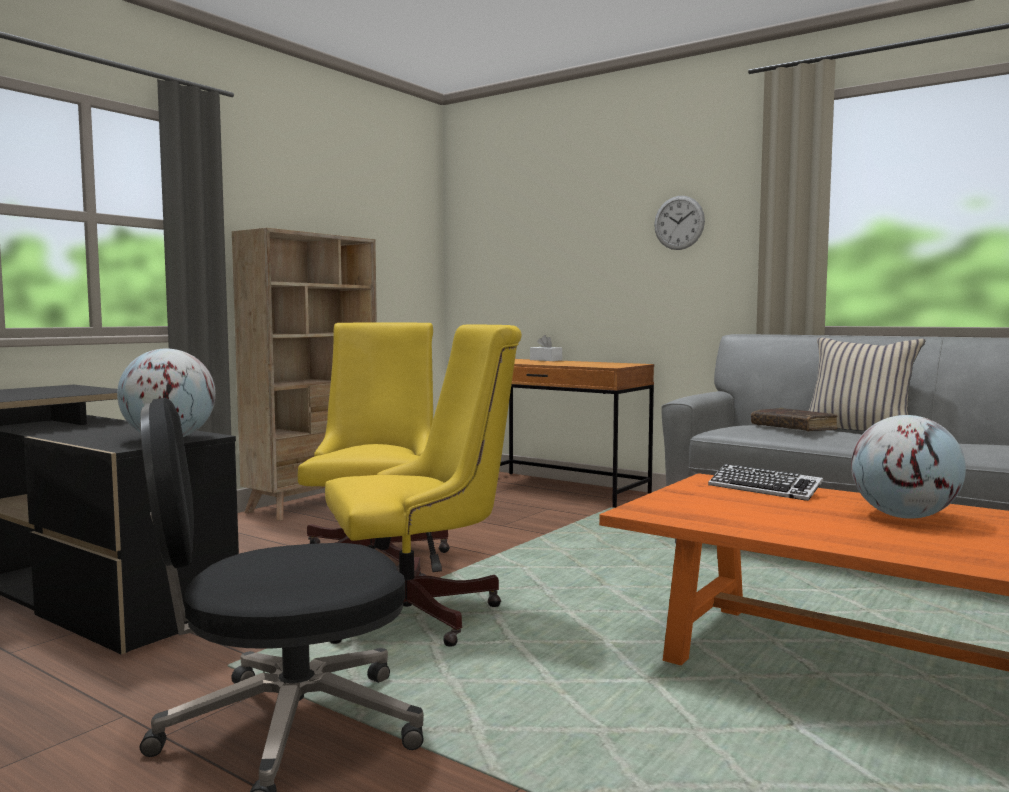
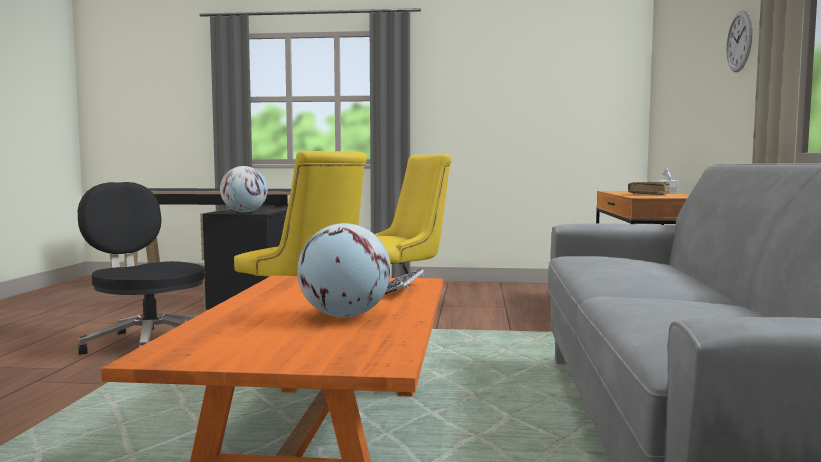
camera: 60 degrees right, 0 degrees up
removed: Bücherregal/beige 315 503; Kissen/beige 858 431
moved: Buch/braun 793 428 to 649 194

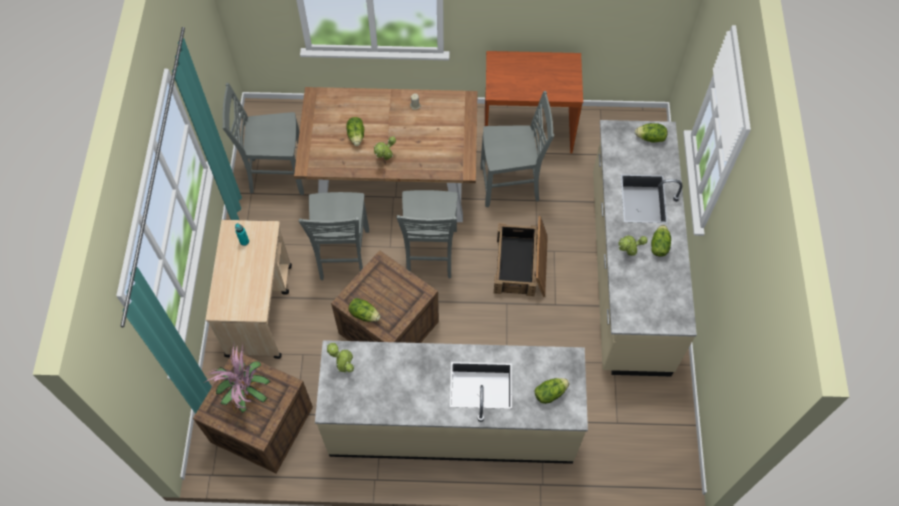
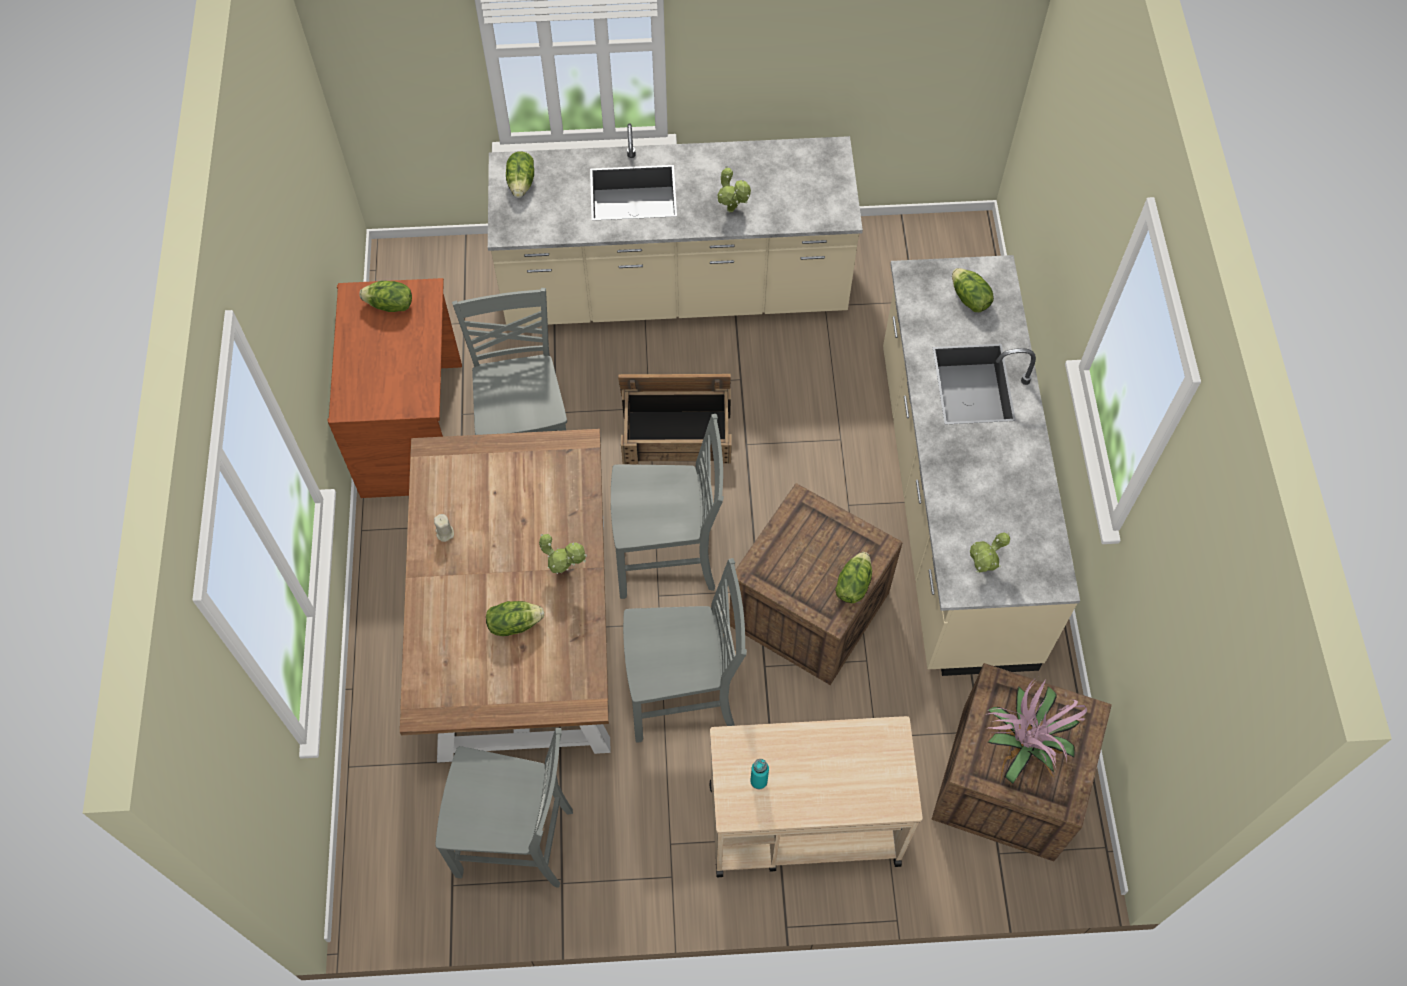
camera: 95 degrees left, 0 degrees up
moved: Salatkopf 658 246 to 390 305
turned: Stuhl/grau 276 175 = 518 842 75 degrees counterclockwise

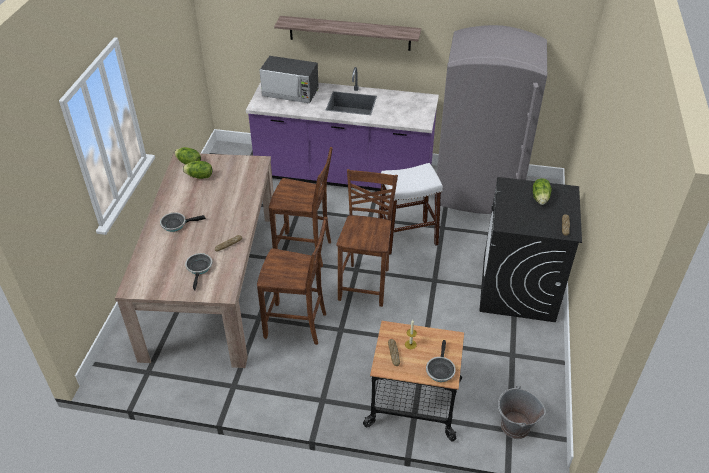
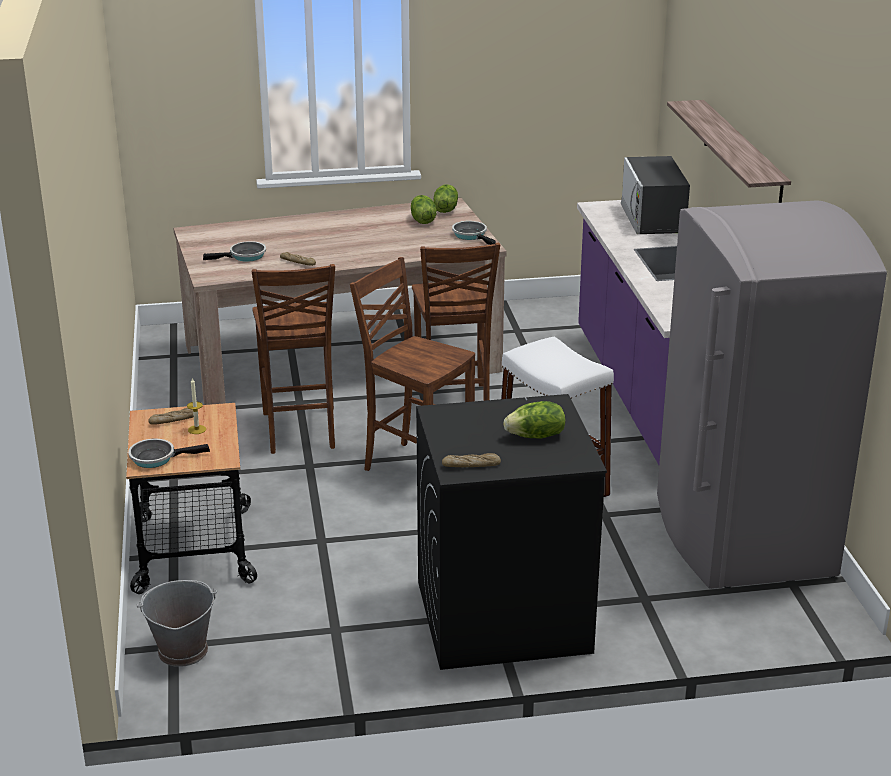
camera: 70 degrees right, 15 degrees down
moved: Pfanne 176 224 to 471 235
turned: Stuhl/braun 366 284 = 416 468 135 degrees counterclockwise

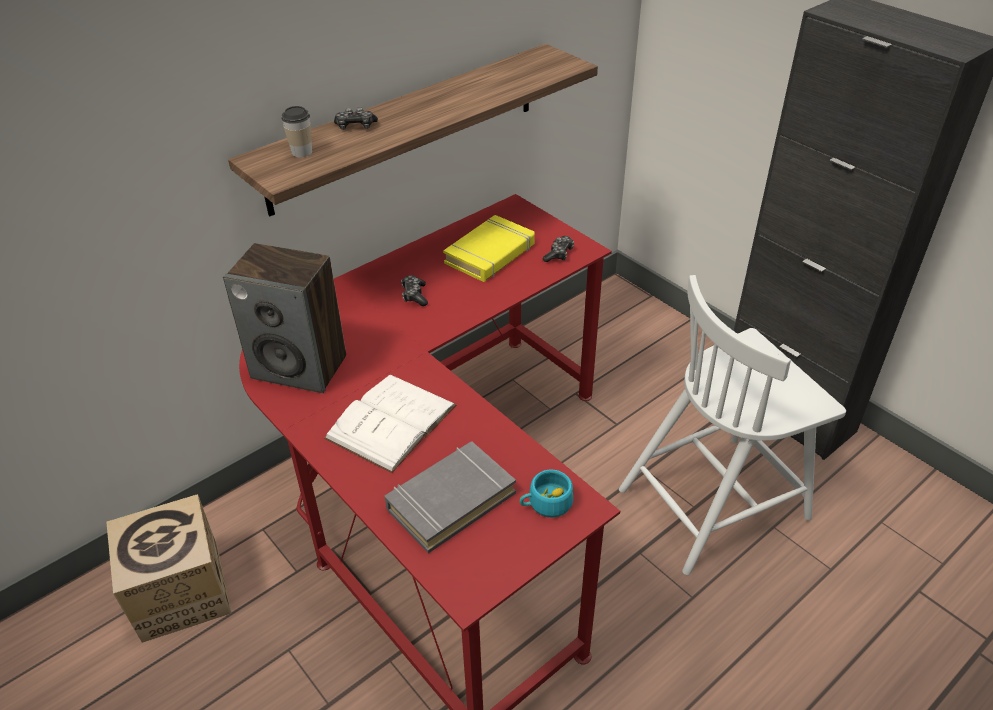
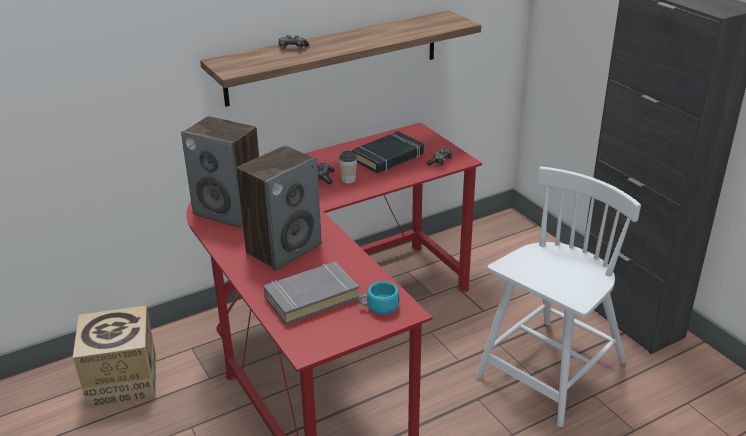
camera: 10 degrees right, 10 degrees down
moved: Tasse 301 152 to 348 180
replaced: Buch/weiß 391 421 to Lautsprecher 284 249
recoloured: Buch/gelb 490 254 to Buch/schwarz 388 157
turned: Stuhl/weiß 716 501 = 550 372 150 degrees clockwise

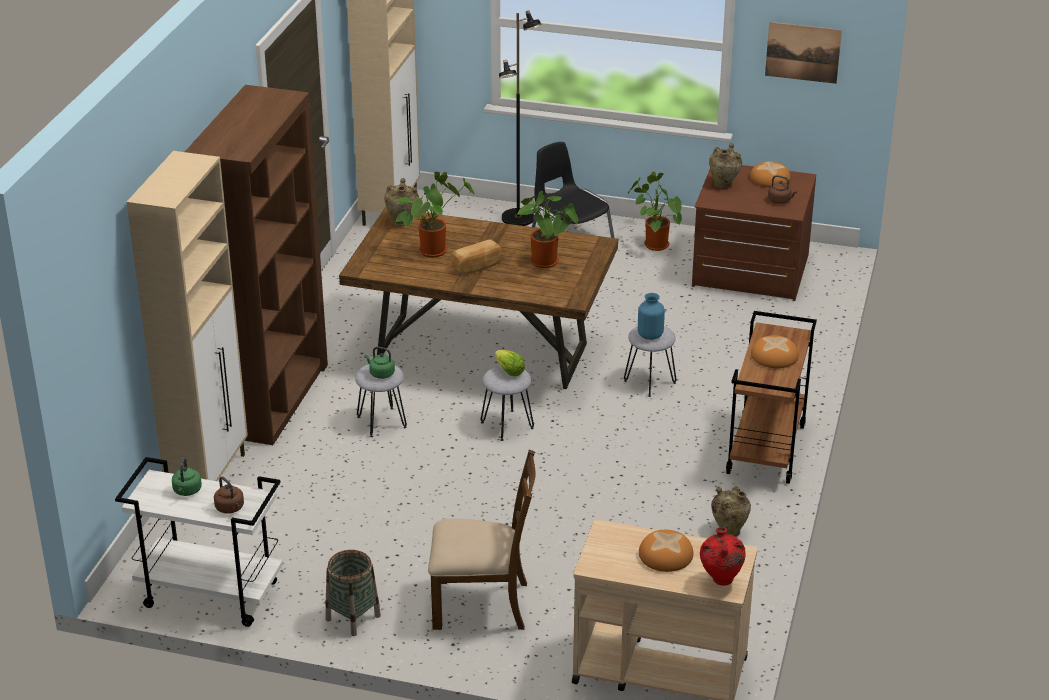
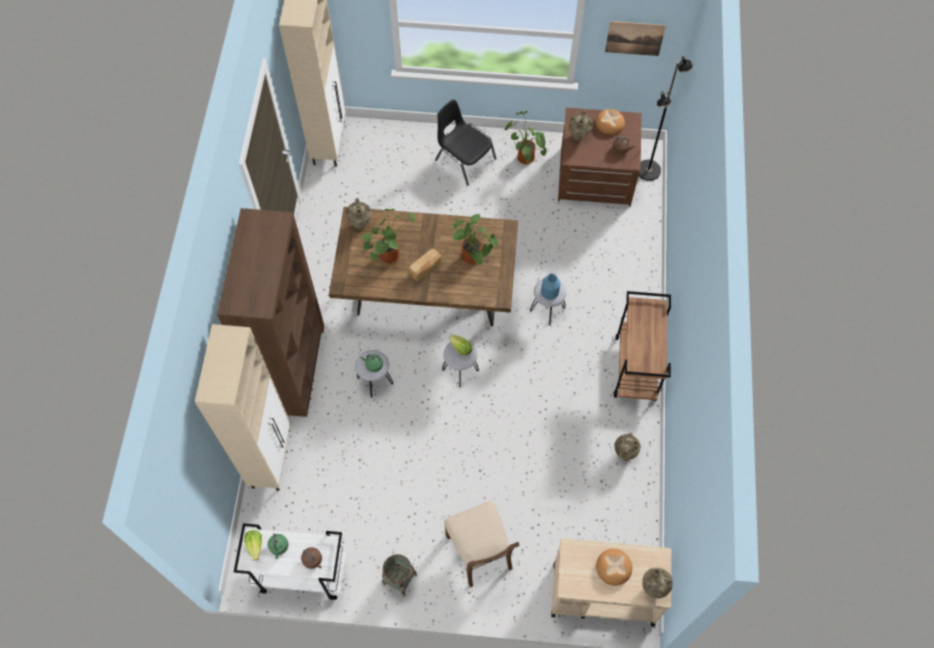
camera: 10 degrees left, 30 degrees up
removed: Brot 774 356
added: Salatkopf 255 545
moved: Stehlampe/schwarz 518 218 to 649 170
recoloured: Vase/rot 720 581 to Vase/beige 653 587
turned: Stuhl/braun 482 604 = 480 552 75 degrees clockwise

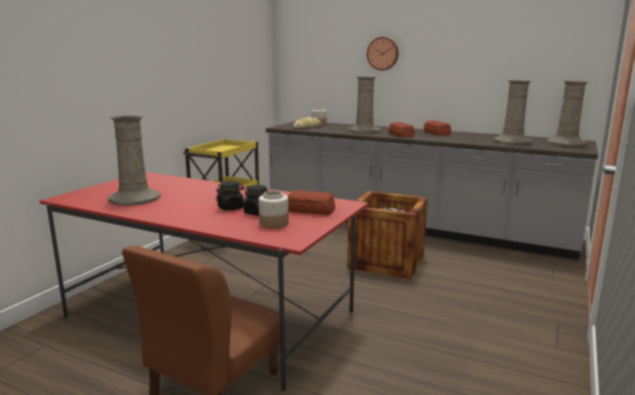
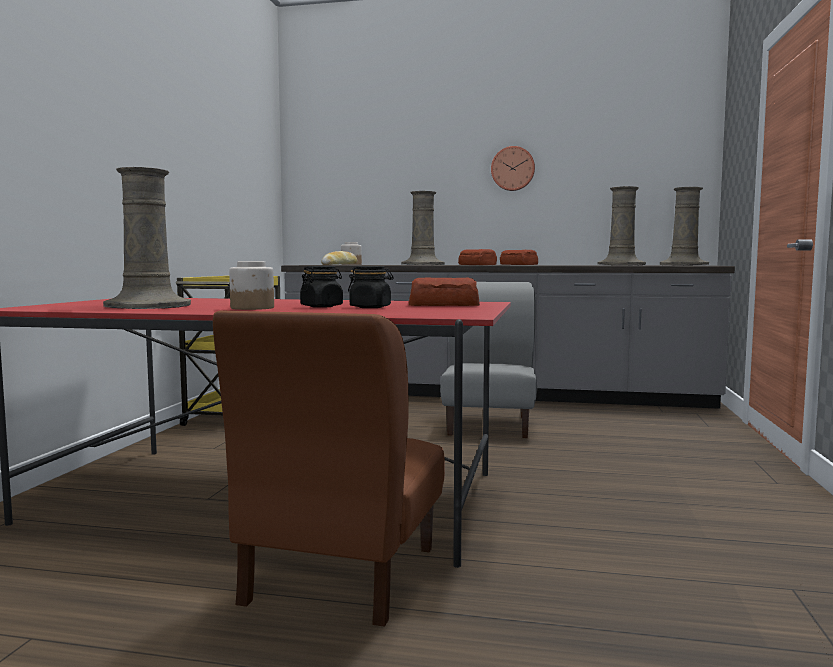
camera: 15 degrees left, 10 degrees down
moved: Vorratsglas 273 223 to 252 308; Wanduhr 383 53 to 513 168
replaced: Kiste 386 261 to Stuhl/grau 490 425

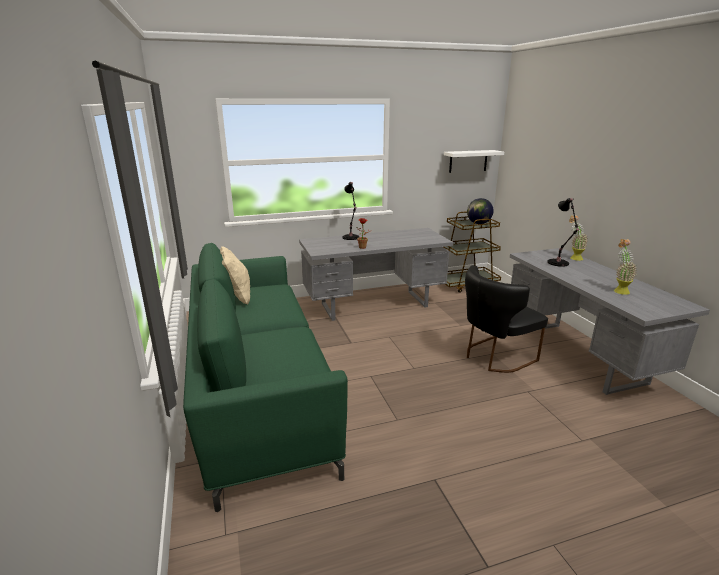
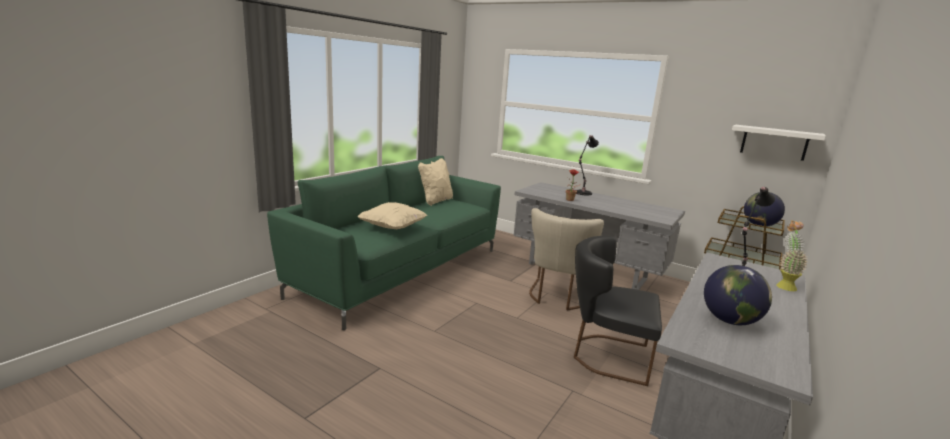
camera: 50 degrees right, 5 degrees down
added: Kissen/beige 393 228; Stuhl/beige 557 296
replaced: Topfpflanze 618 290 to Globus 730 321

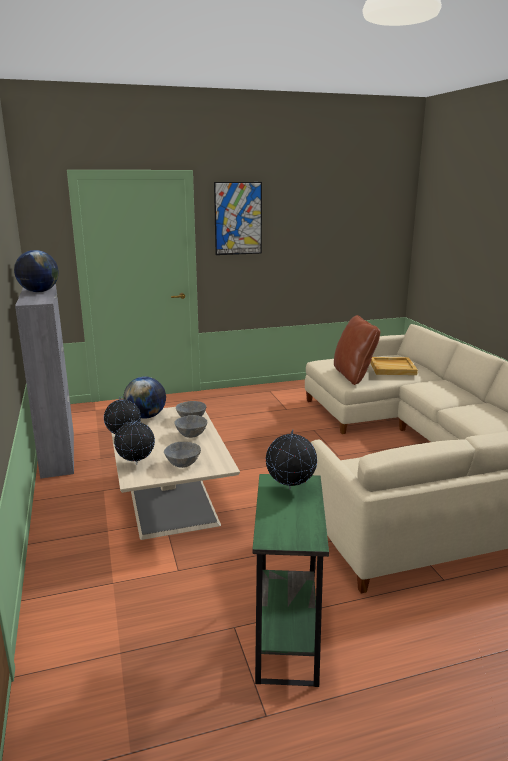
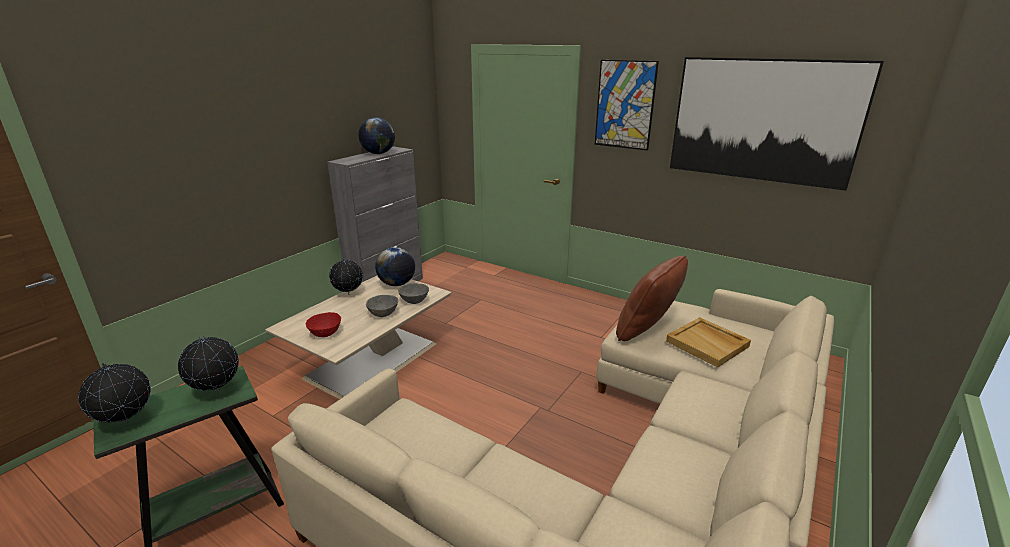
camera: 50 degrees right, 5 degrees up
added: Bild 763 121
moved: Globus 136 464 to 127 421
recoloured: Schüssel/grau 183 464 to Schüssel/rot 325 333

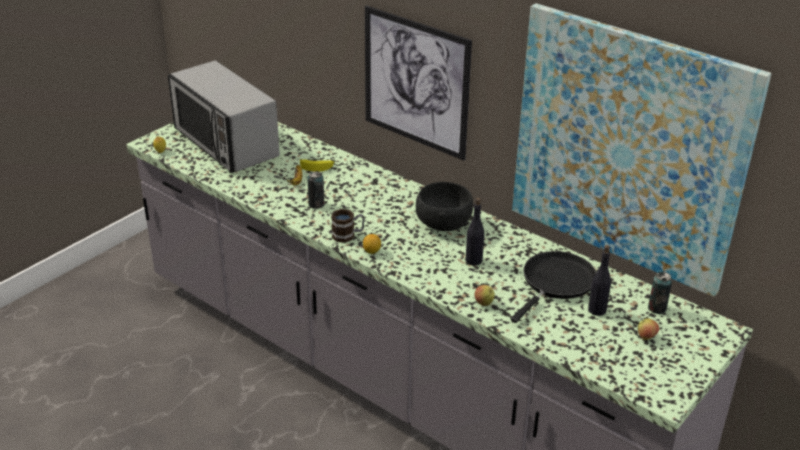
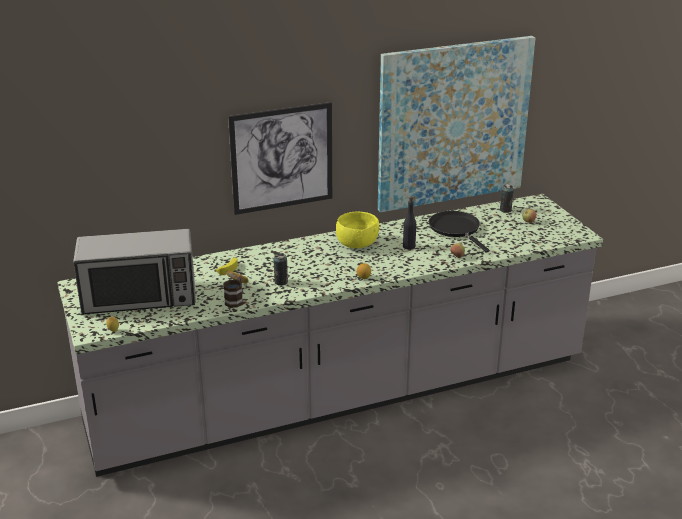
camera: 60 degrees left, 5 degrees down
removed: Flasche/schwarz 596 310
moved: Henkelbecher 348 235 to 235 300
recoloured: Schüssel/schwarz 443 224 to Schüssel/gelb 357 244

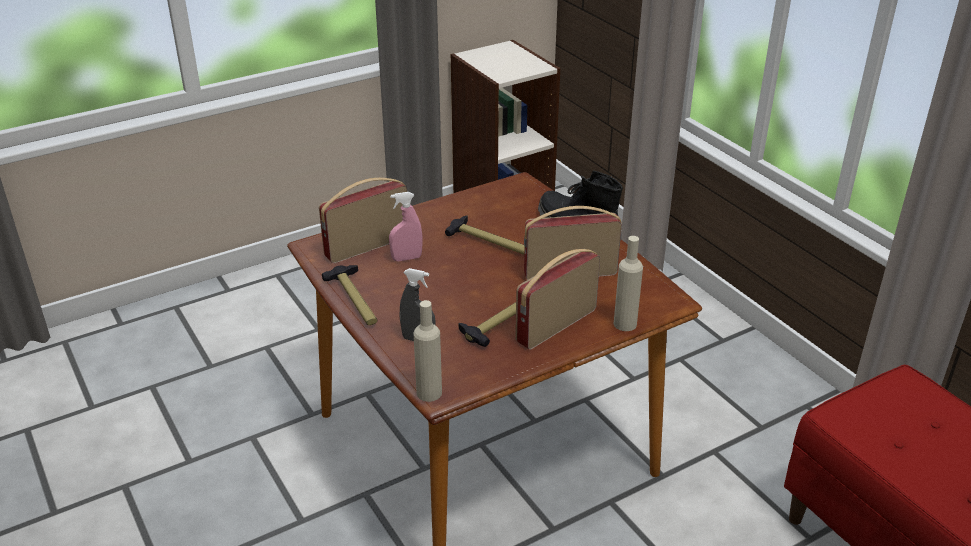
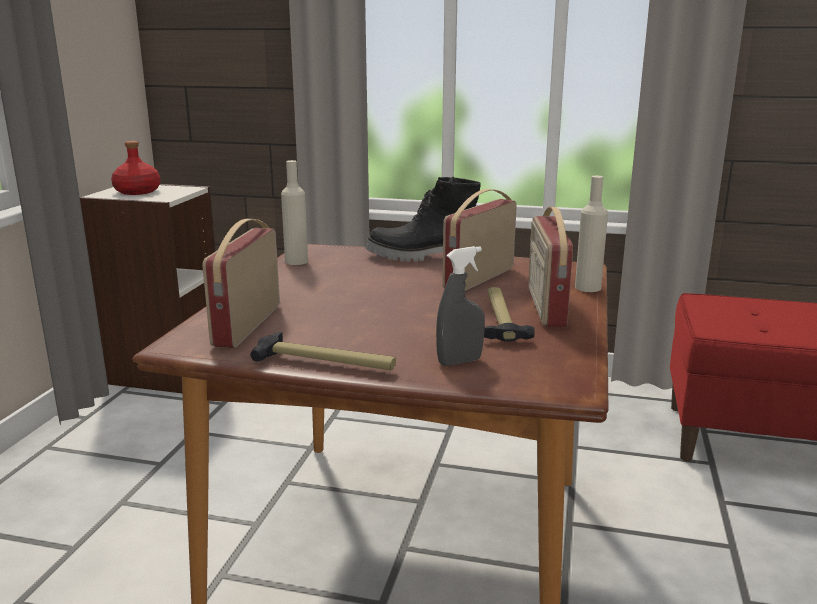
camera: 45 degrees left, 15 degrees down
removed: Sprühflasche/rosa 406 258; Hammer 489 242
added: Flasche/rot 137 192
moved: Flasche/beige 429 393 to 296 261

